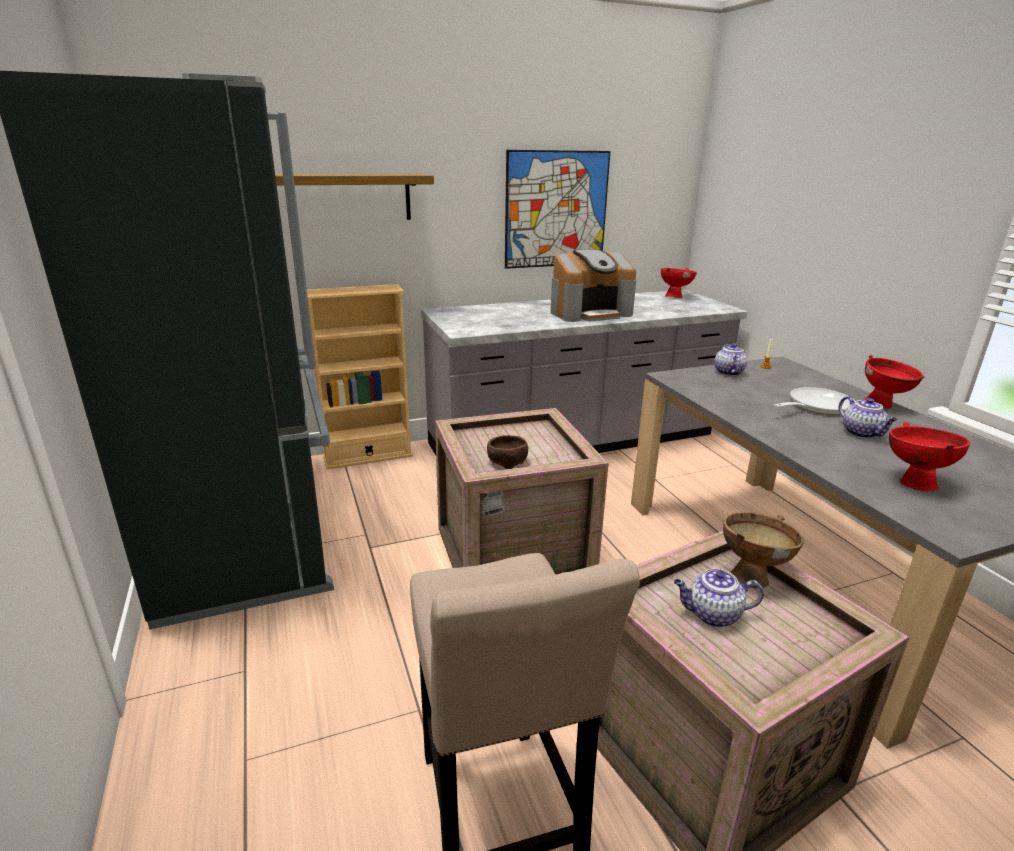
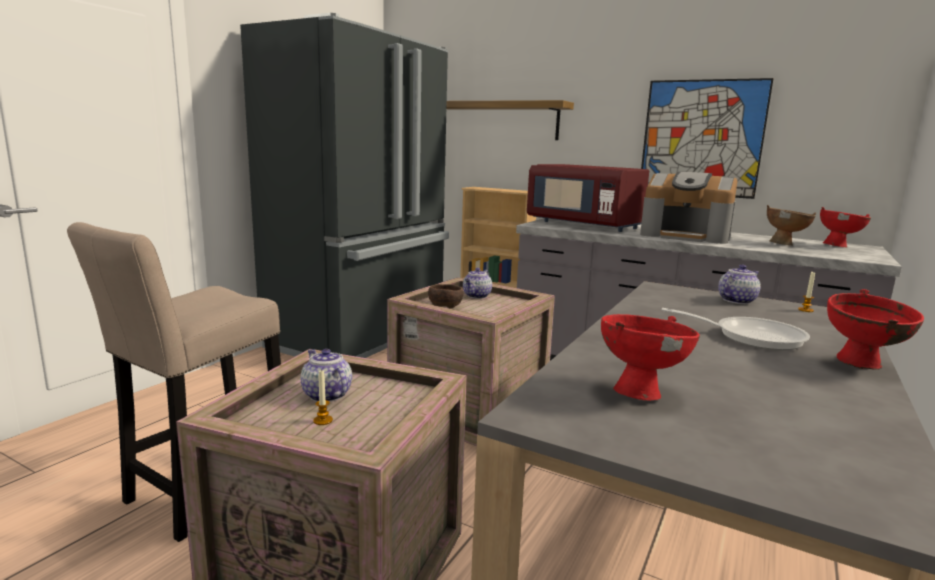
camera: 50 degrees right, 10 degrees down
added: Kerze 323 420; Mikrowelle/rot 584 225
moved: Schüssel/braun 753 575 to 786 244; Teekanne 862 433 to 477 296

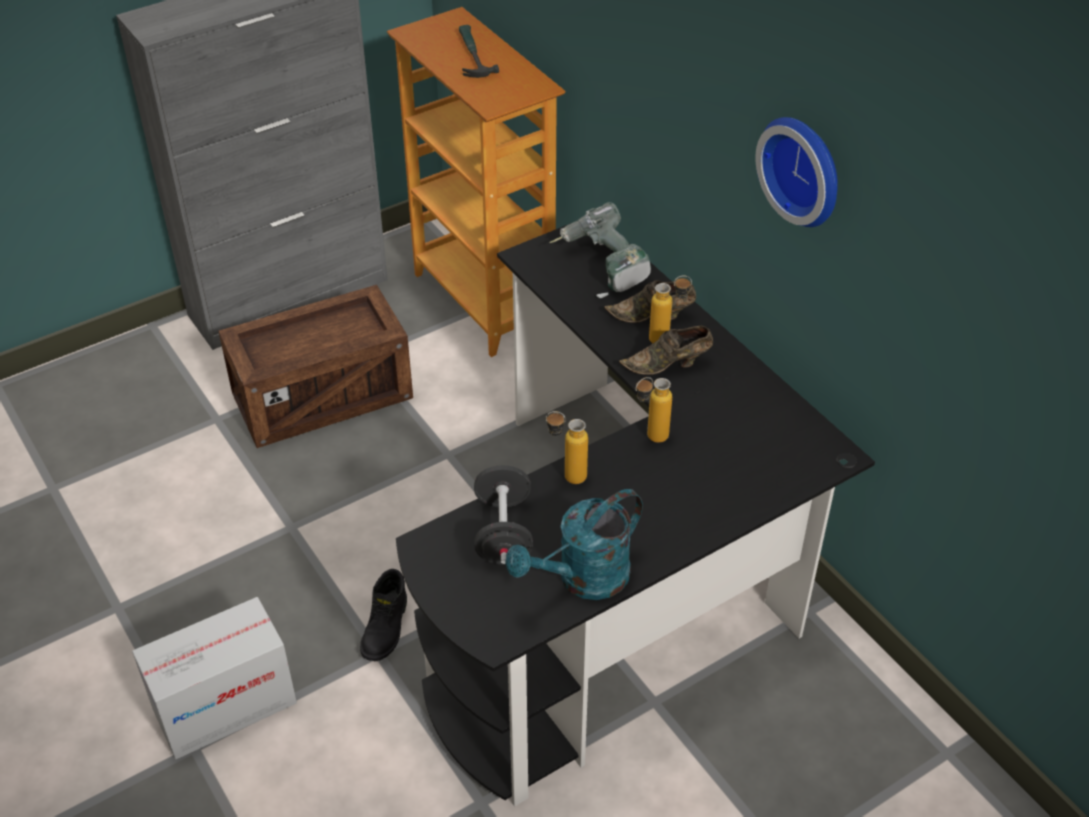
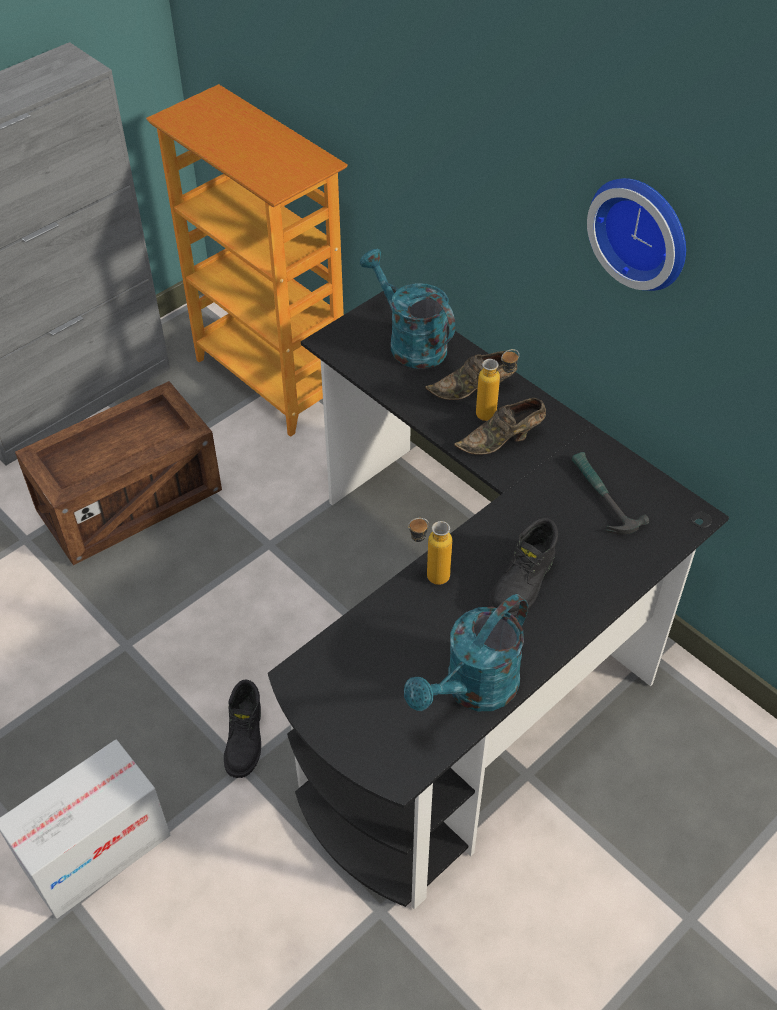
camera: 10 degrees left, 5 degrees up
removed: Hantel/schwarz 503 532; Flasche 649 438
added: Stiefel/schwarz 523 584
moved: Hammer 472 56 to 601 497
replaced: Bohrmaschine 602 266 to Gießkanne/türkis 410 342

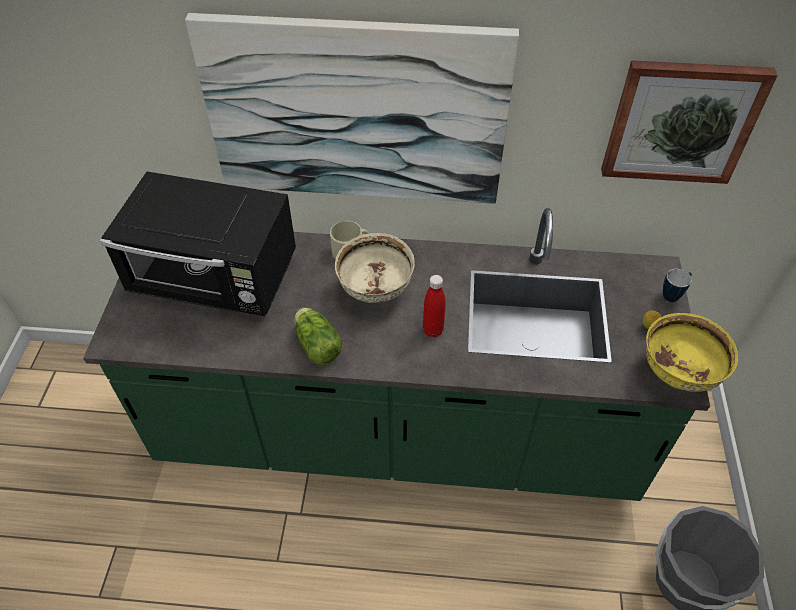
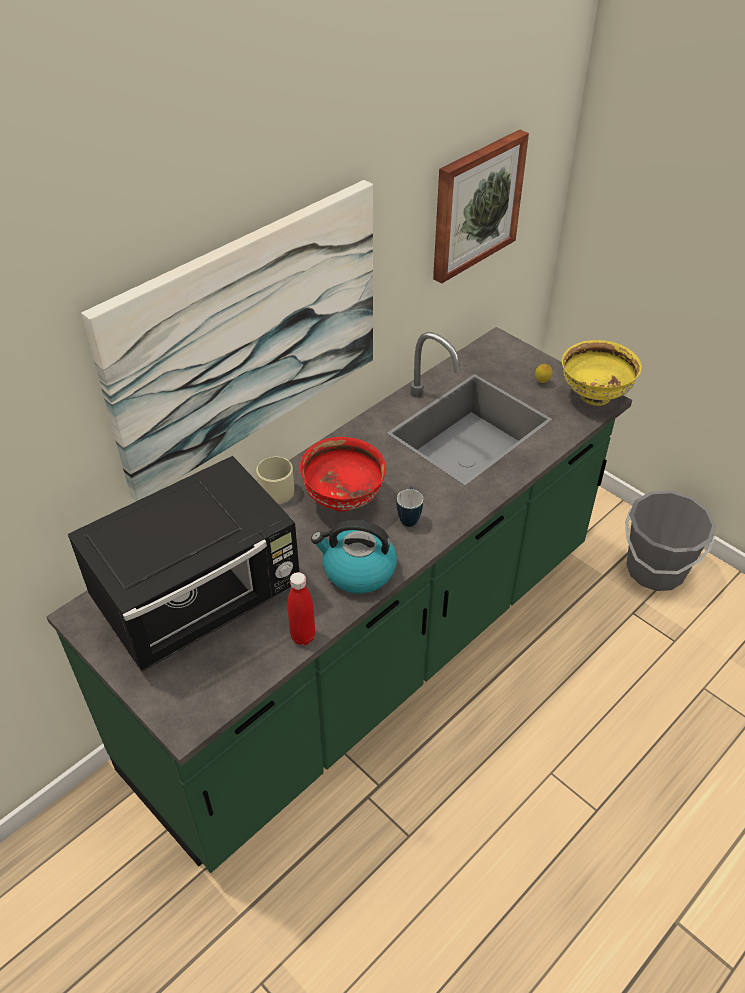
camera: 50 degrees left, 5 degrees down
moved: Flasche/rot 433 330 to 303 636; Henkelbecher 673 295 to 409 517
replaced: Salatkopf 316 343 to Wasserkessel 357 570
recoloured: Schüssel/beige 376 292 to Schüssel/rot 344 500

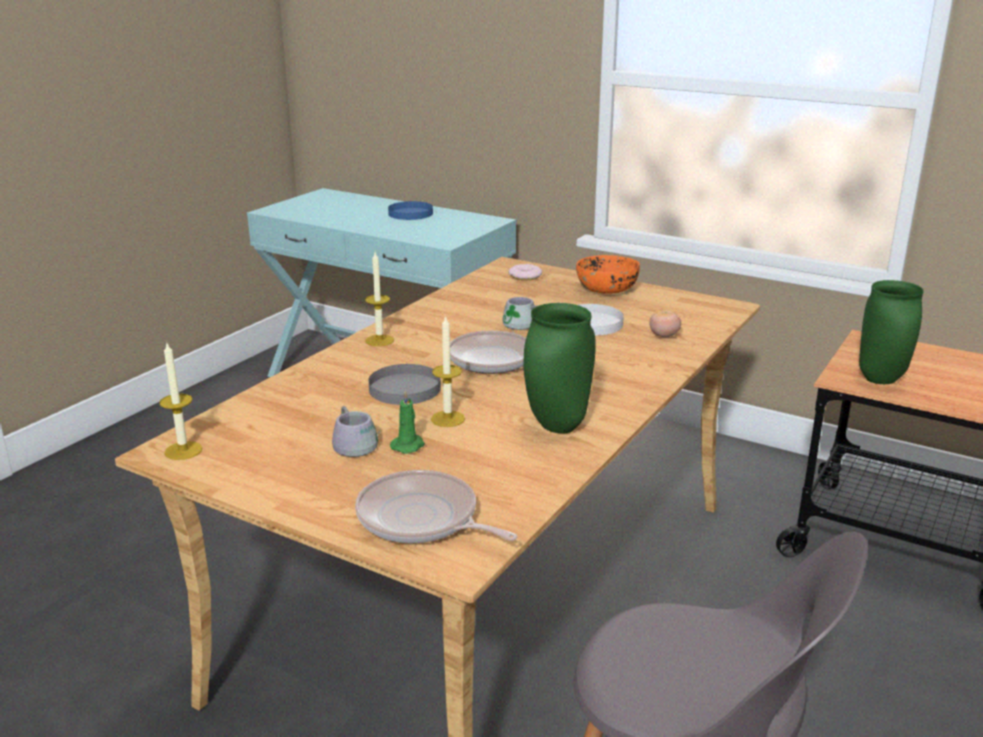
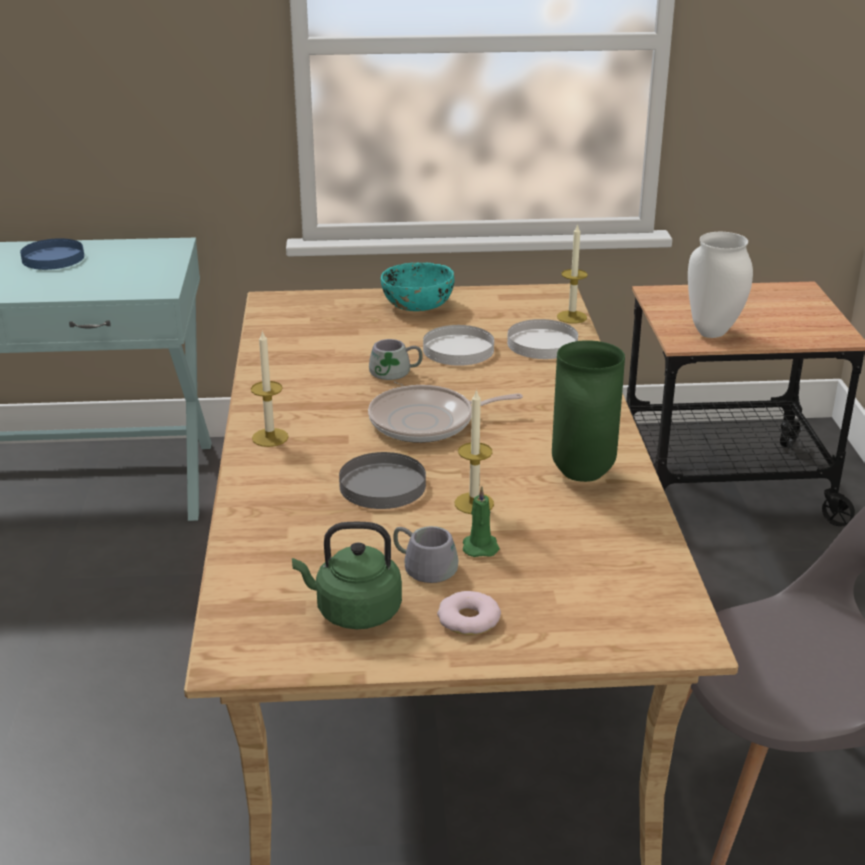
camera: 35 degrees left, 5 degrees up
removed: Pfanne 422 519
added: Wasserkessel/grün 354 612
moved: Kerze 183 450 to 571 317; Donut 525 276 to 468 619
replaced: Tomate 664 336 to Teller/weiß 541 343
recoloured: Schüssel/orange 607 289 to Schüssel/türkis 417 304; Vase/grün 882 380 to Vase/weiß 713 332

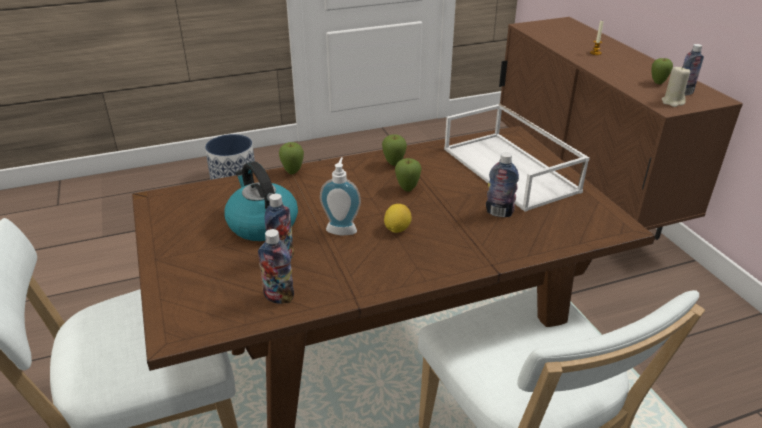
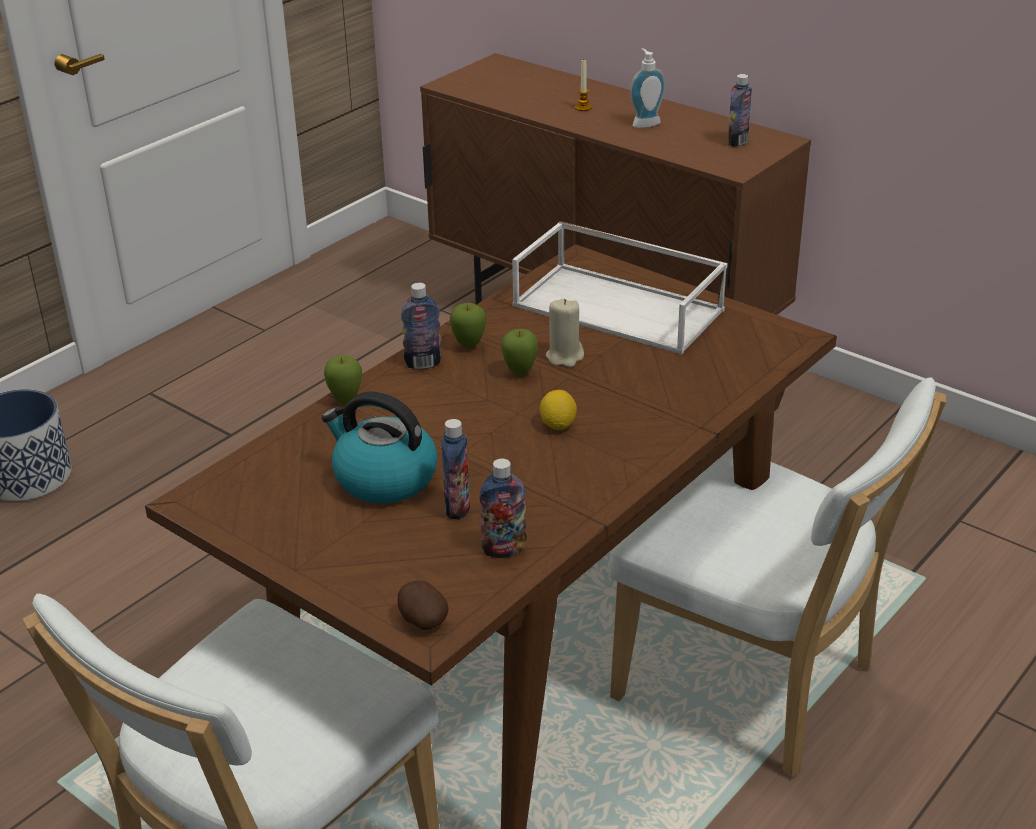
camera: 30 degrees left, 0 degrees up
removed: Apfel 658 83
added: Kartoffel 421 620
moved: Seifenspender 342 228 to 644 123; Flasche 499 212 to 423 363; Kerze/beige 672 102 to 565 357

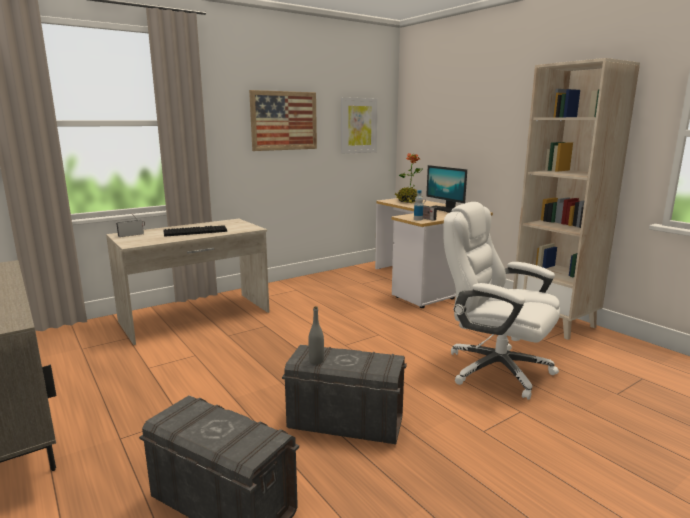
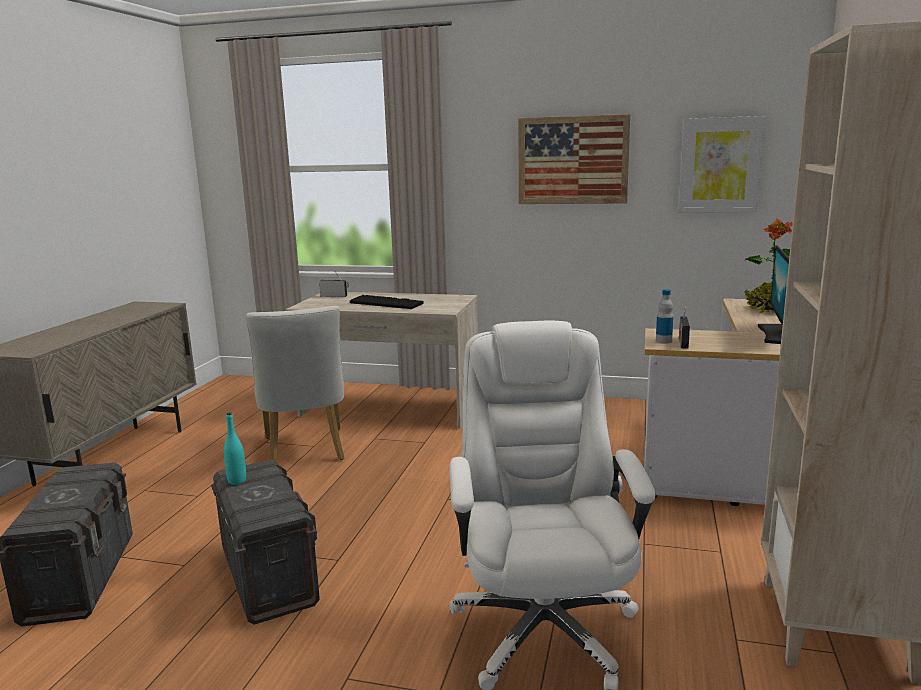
camera: 50 degrees right, 0 degrees up
added: Stuhl/weiß 305 452
recoloured: Flasche/grau 316 361 to Flasche/türkis 237 481

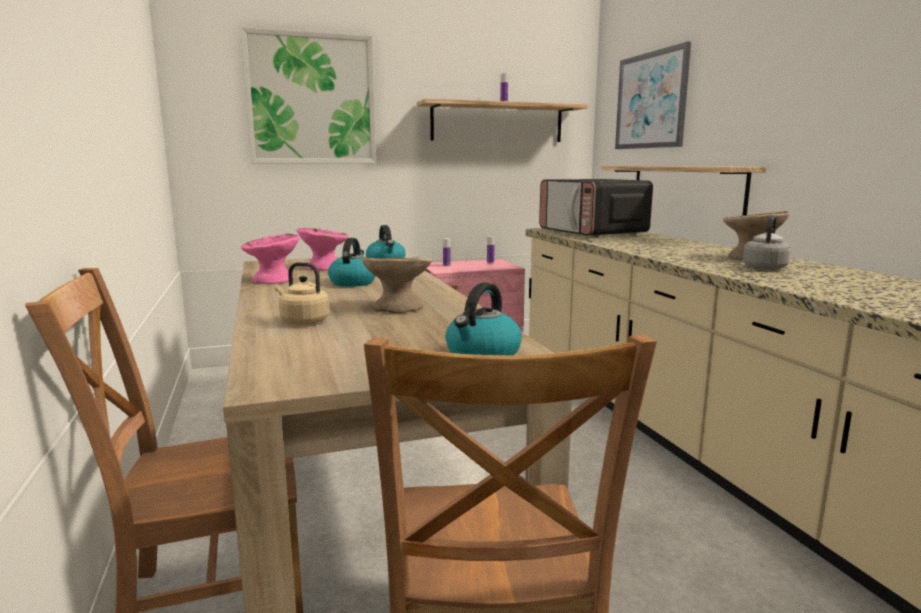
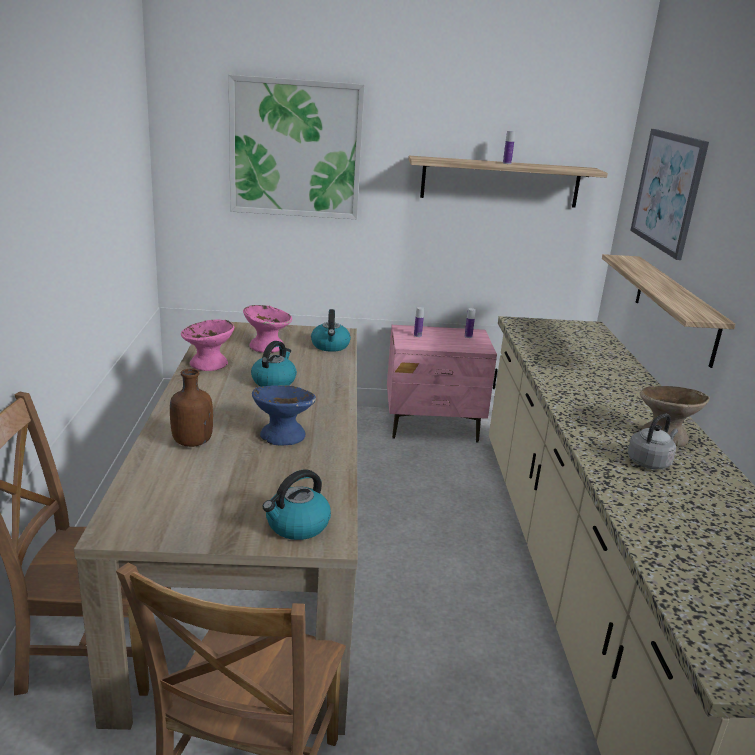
camera: 15 degrees right, 10 degrees up
removed: Mikrowelle 592 232
replaced: Wasserkessel/beige 302 321 to Flasche/braun 191 442
recoloured: Schüssel/beige 398 307 to Schüssel/blau 282 435

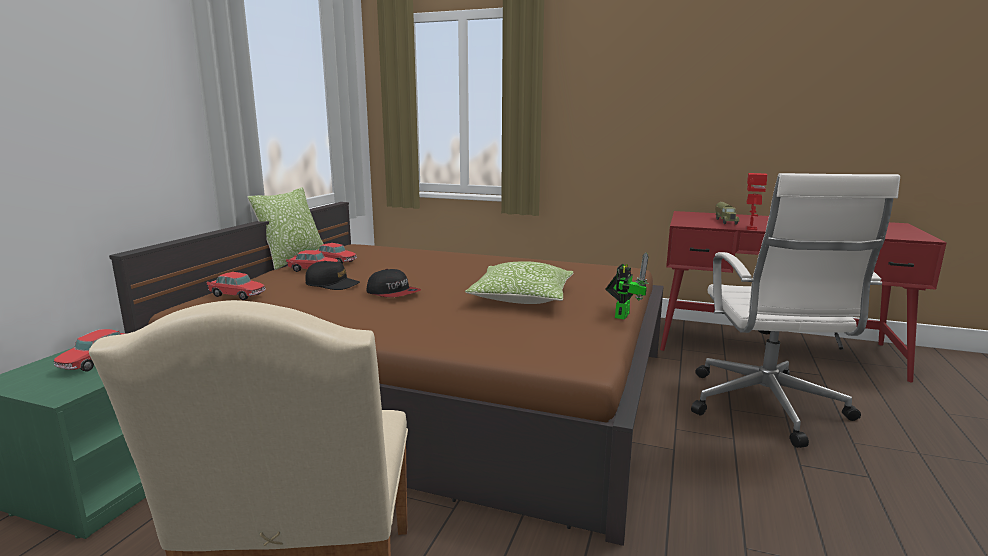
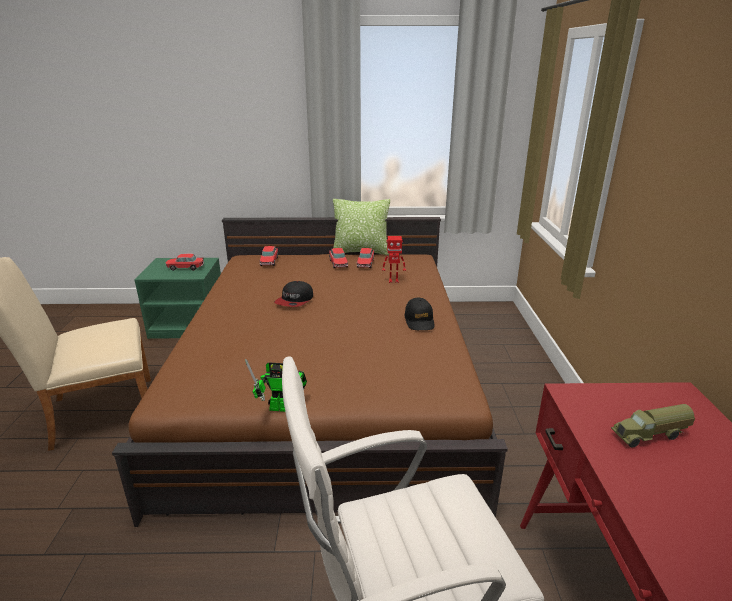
camera: 70 degrees right, 10 degrees up
removed: Kissen 522 298
moved: Kappe/schwarz 332 284 to 419 321; Spielzeugroboter 751 229 to 393 281

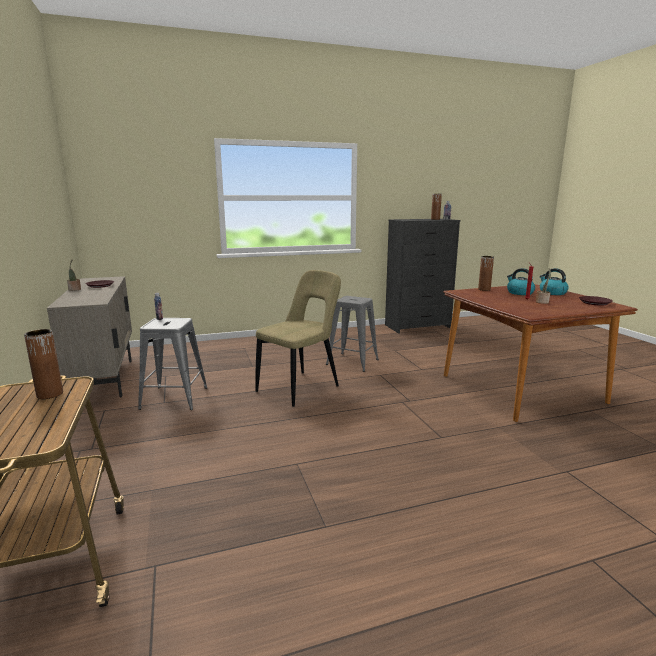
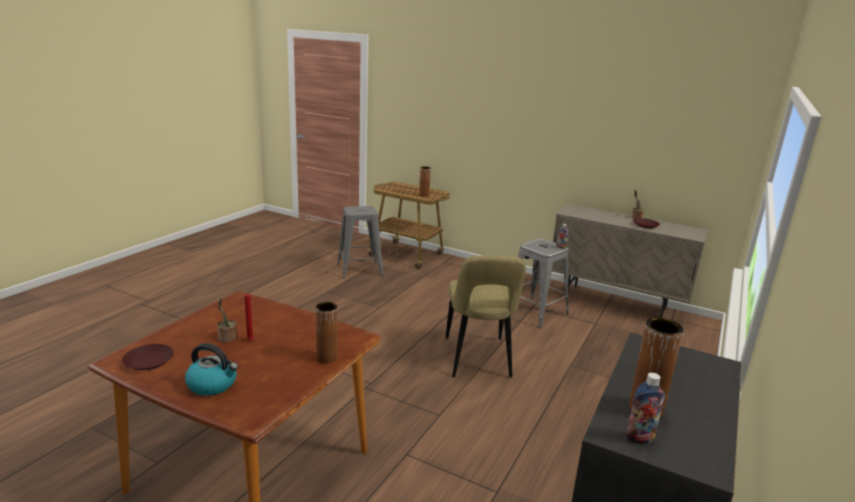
camera: 135 degrees right, 5 degrees up
removed: Wasserkessel 519 293
moved: Hocker/grau 352 362 to 359 269

